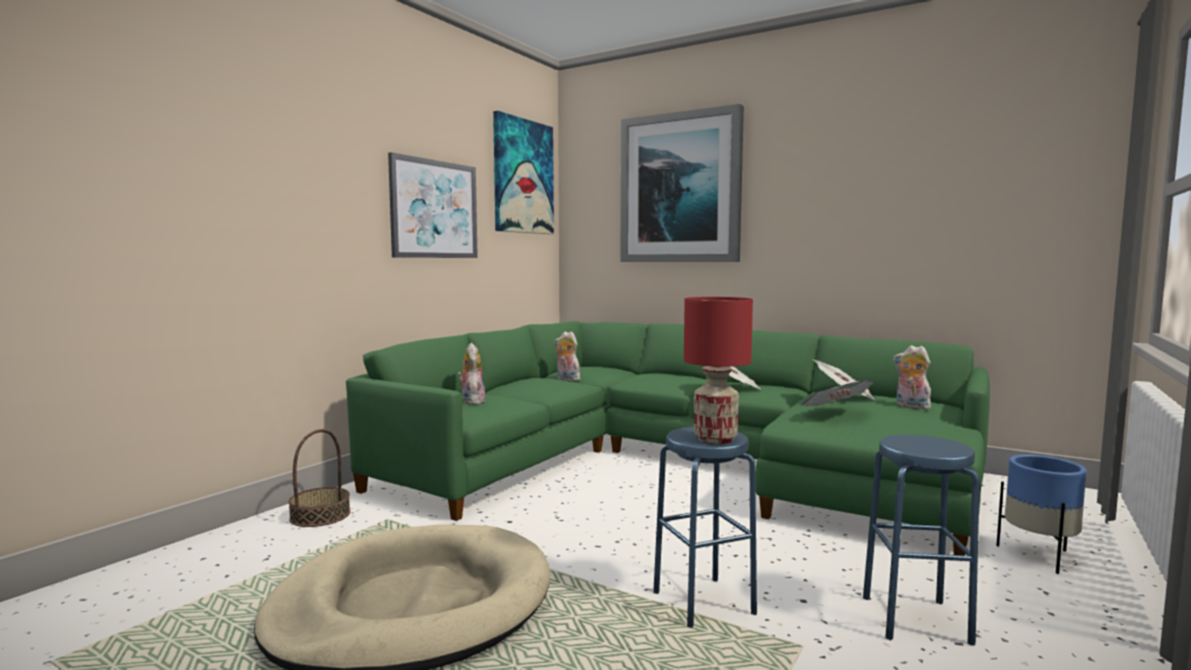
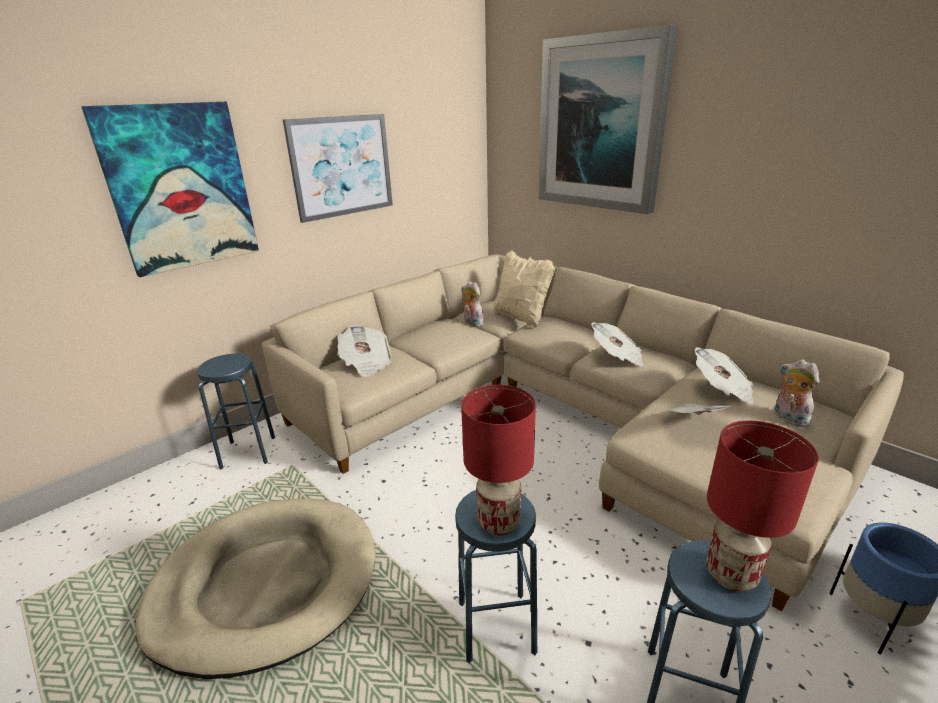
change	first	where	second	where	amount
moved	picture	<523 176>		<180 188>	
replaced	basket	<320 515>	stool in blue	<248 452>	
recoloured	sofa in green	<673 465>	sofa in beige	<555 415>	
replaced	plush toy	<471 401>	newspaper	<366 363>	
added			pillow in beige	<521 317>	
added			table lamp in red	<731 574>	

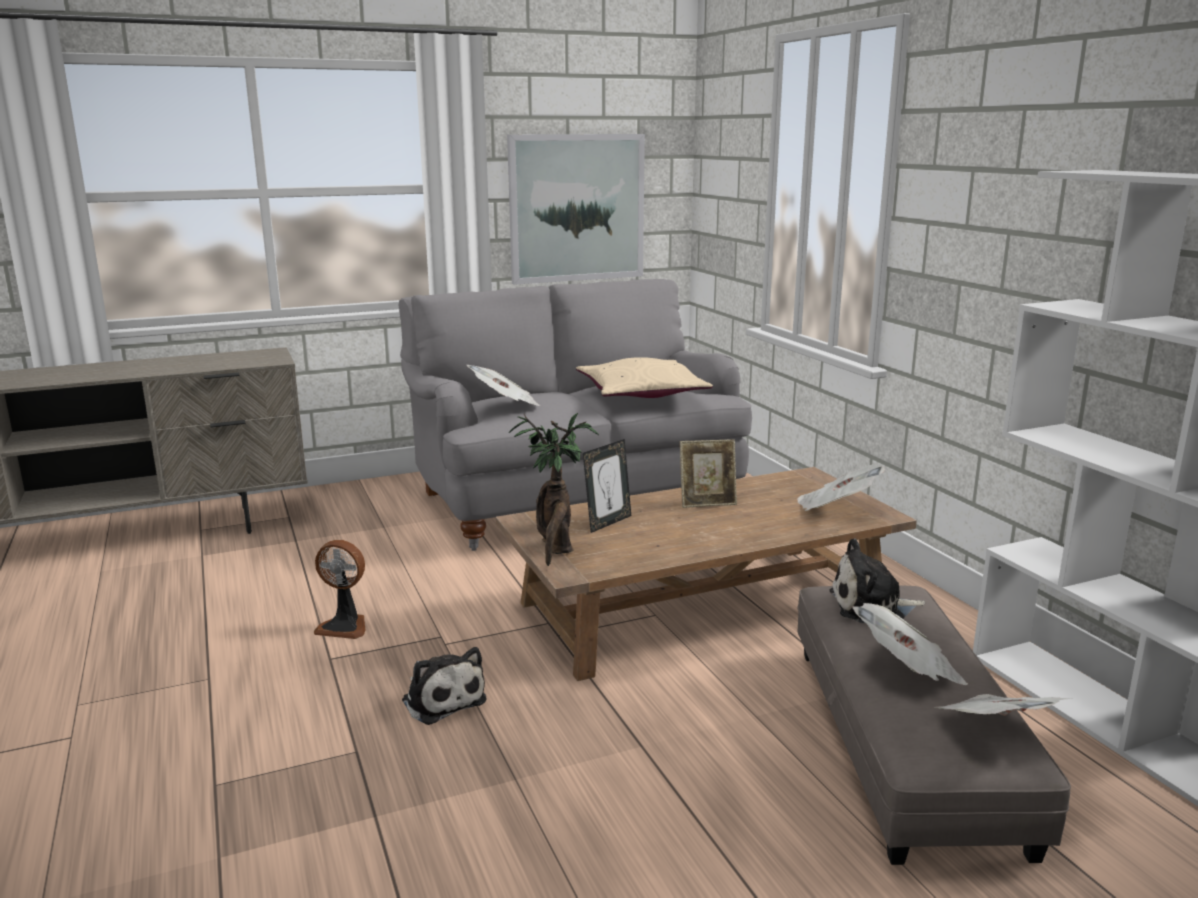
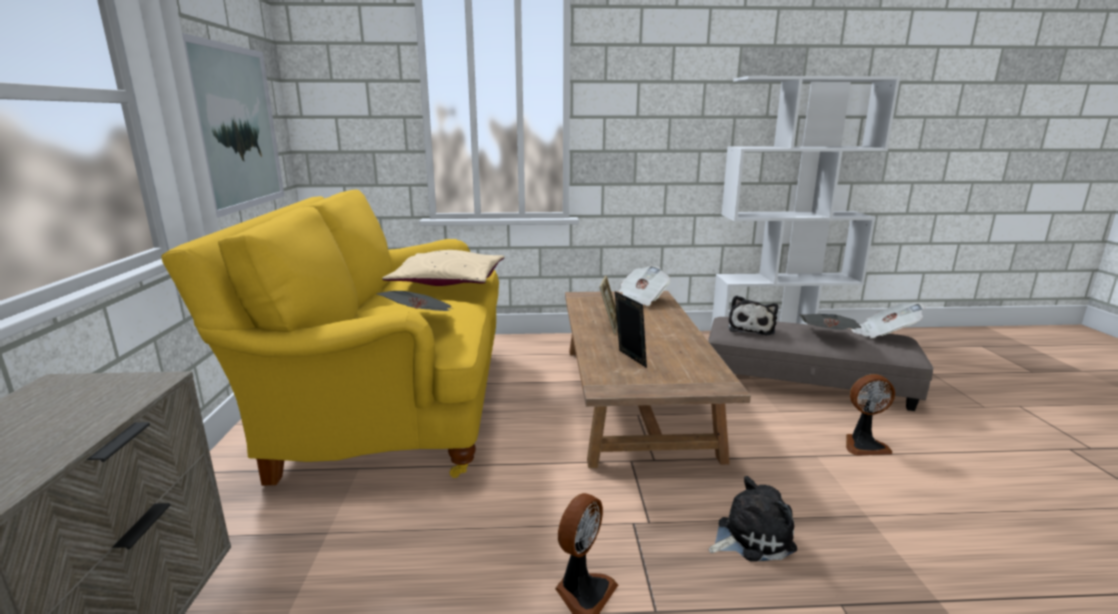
change	first	where	second	where	amount
recoloured	sofa in grey	<572 498>	sofa in yellow	<390 406>	
added			fan	<863 445>	
removed	potted plant	<555 550>			

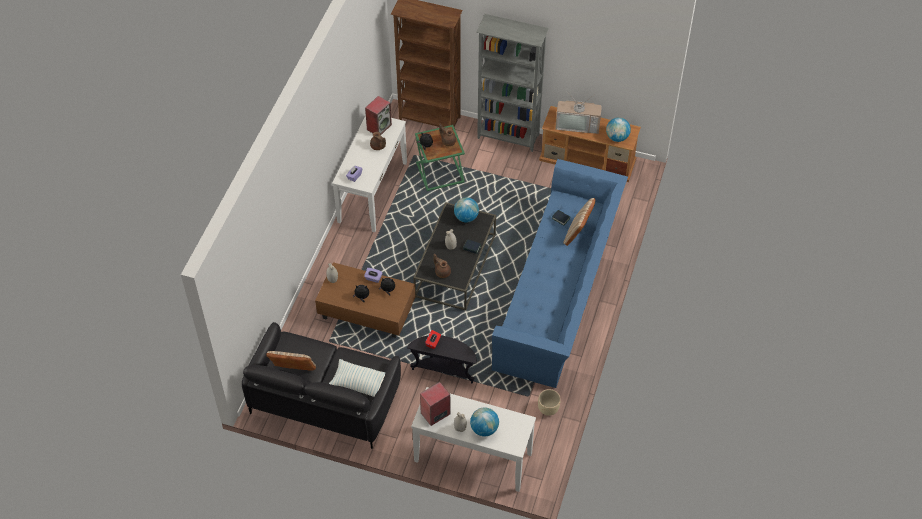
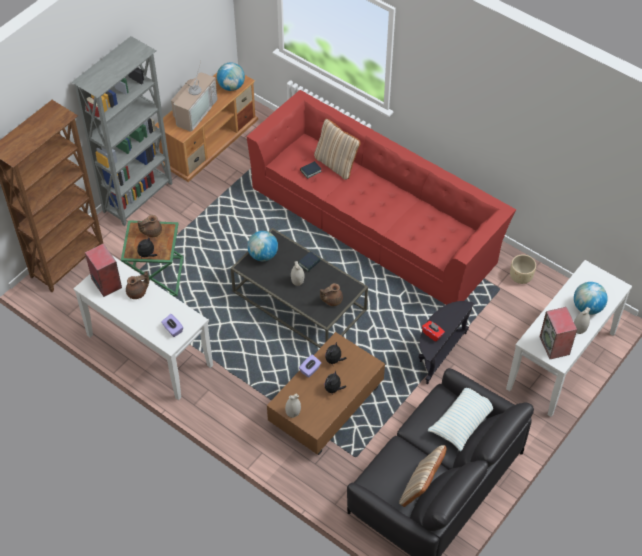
change	first	where	second	where	amount
recoloured	sofa in blue	<559 291>	sofa in red	<375 221>	

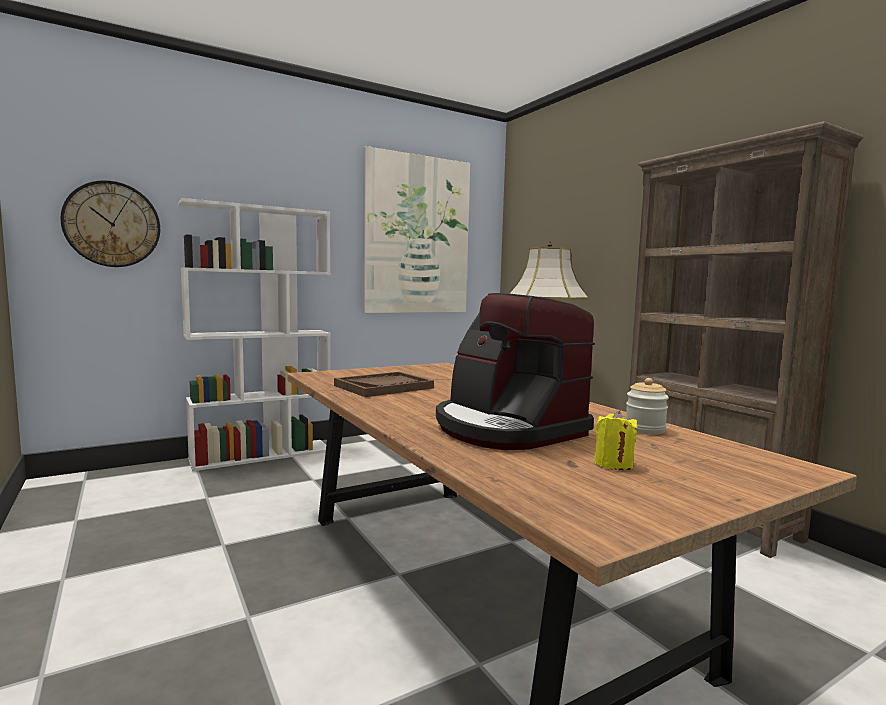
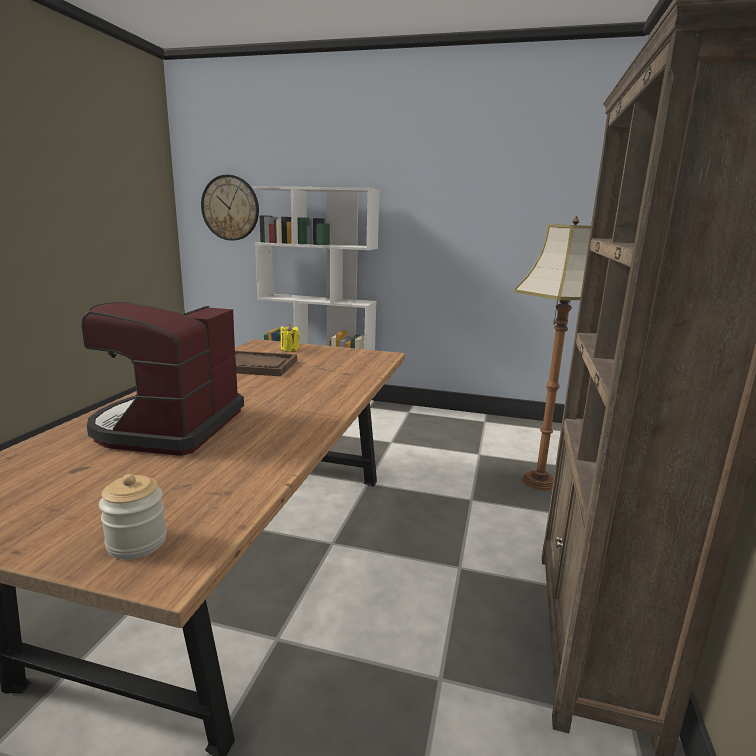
change	first	where	second	where	amount
moved	jar	<645 429>		<137 543>	
moved	candle in yellow	<613 464>		<289 349>	
removed	picture	<417 235>			

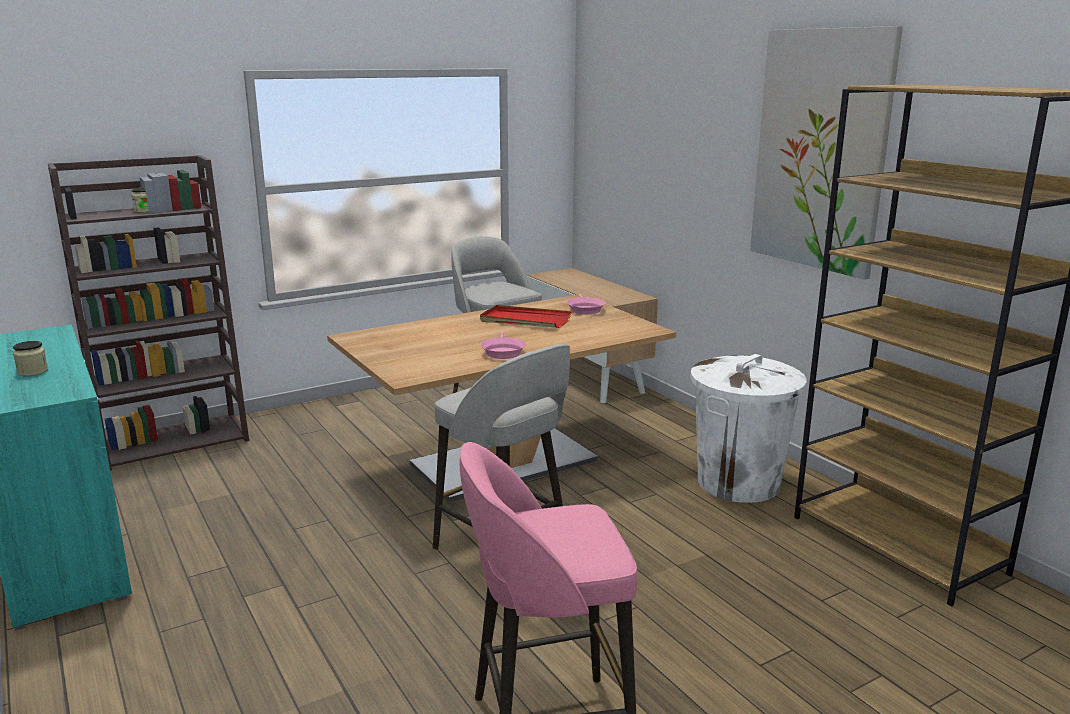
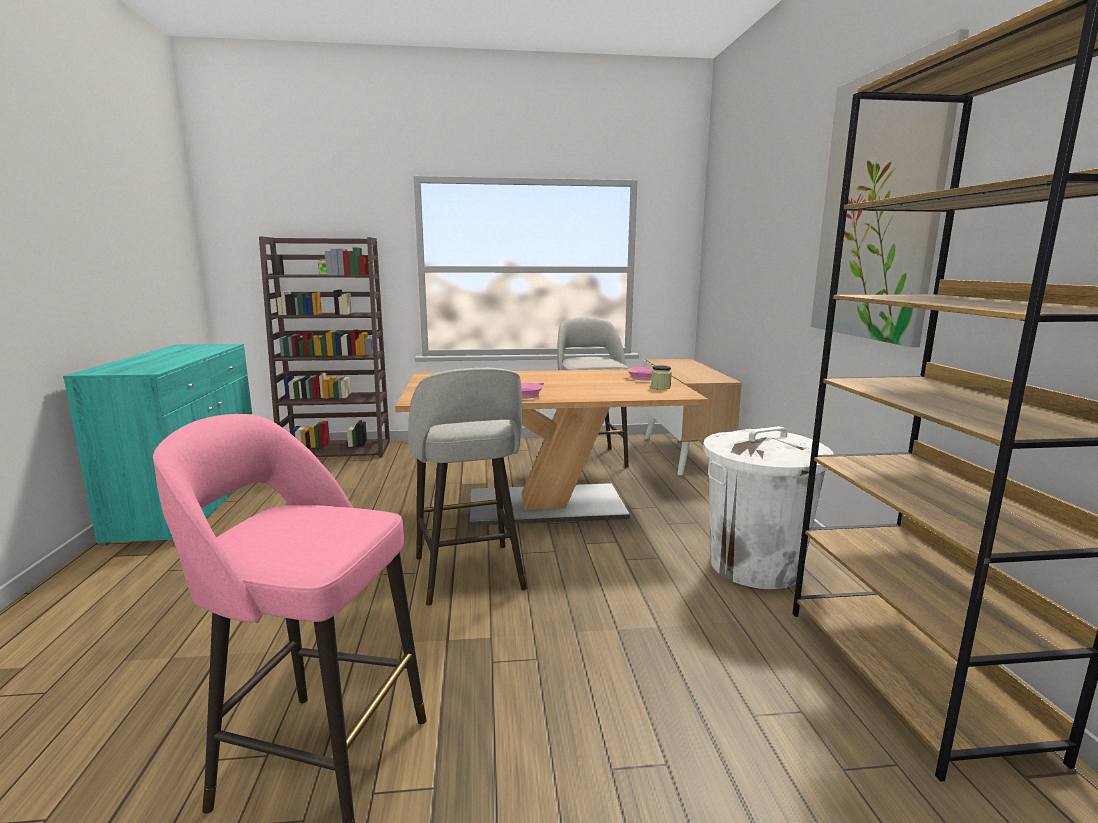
change	first	where	second	where	amount
moved	jar	<33 371>		<660 387>	
removed	tray in red	<525 320>			

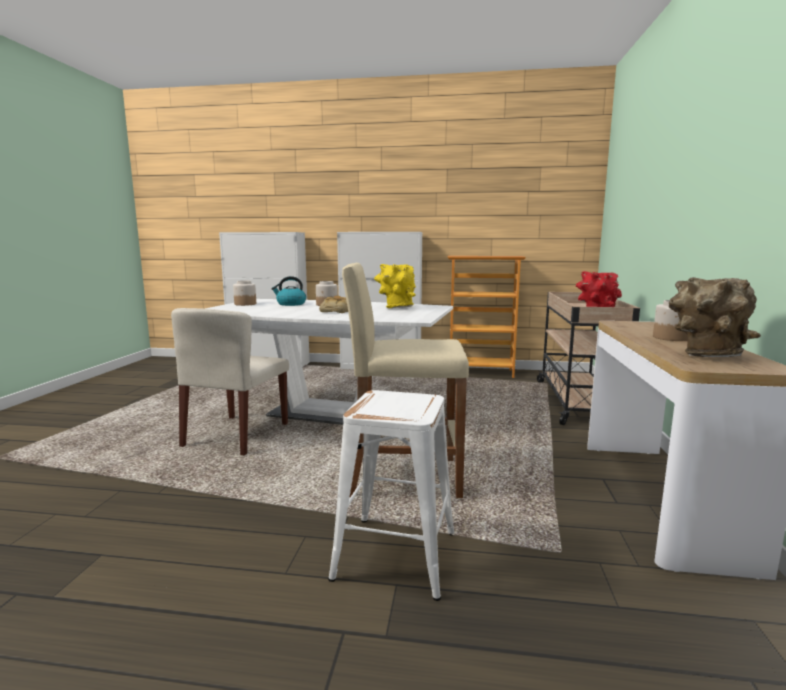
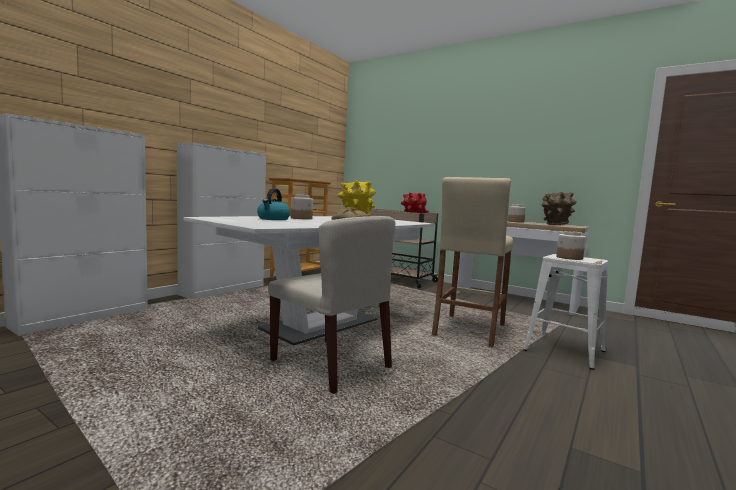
change	first	where	second	where	amount
moved	jar	<245 304>		<569 258>	

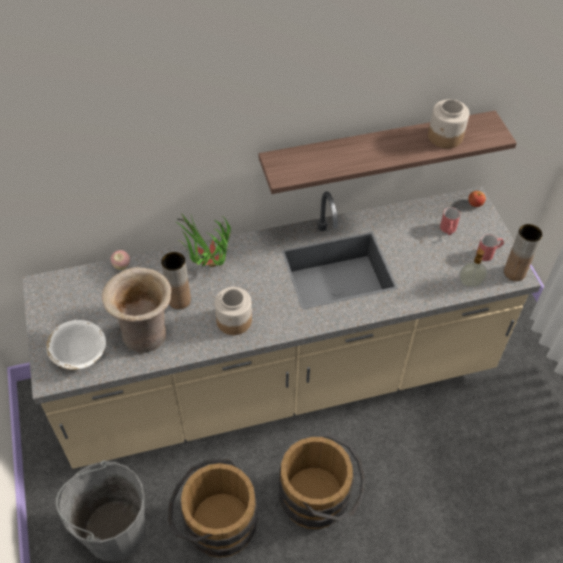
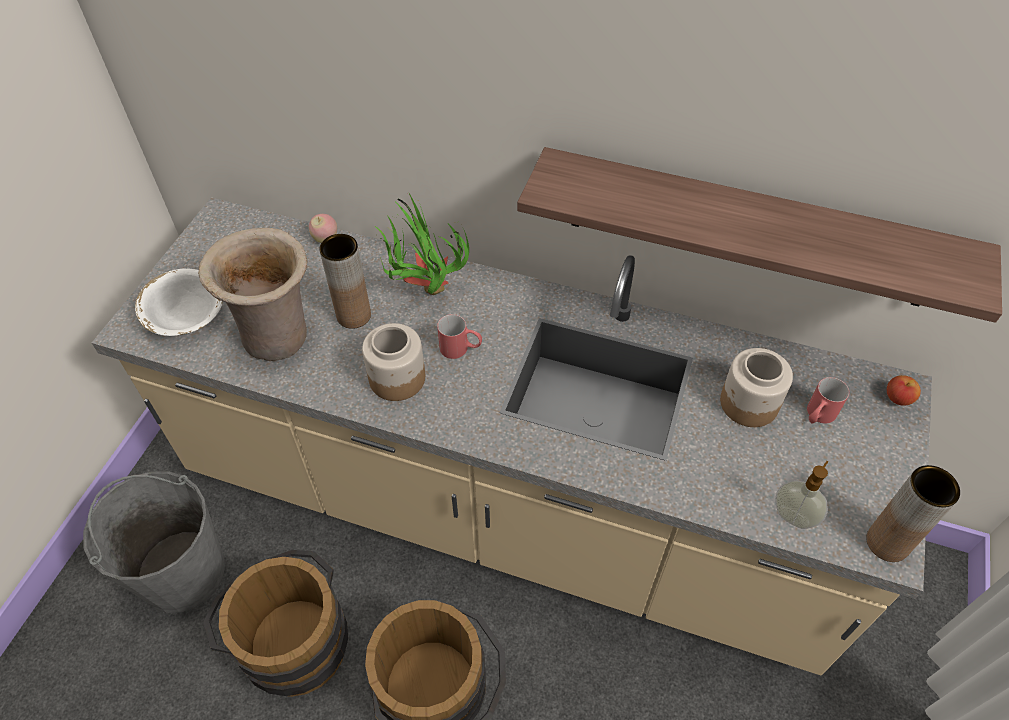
change	first	where	second	where	amount
moved	mug in red	<488 253>		<461 349>	
moved	jar	<445 137>		<748 404>	

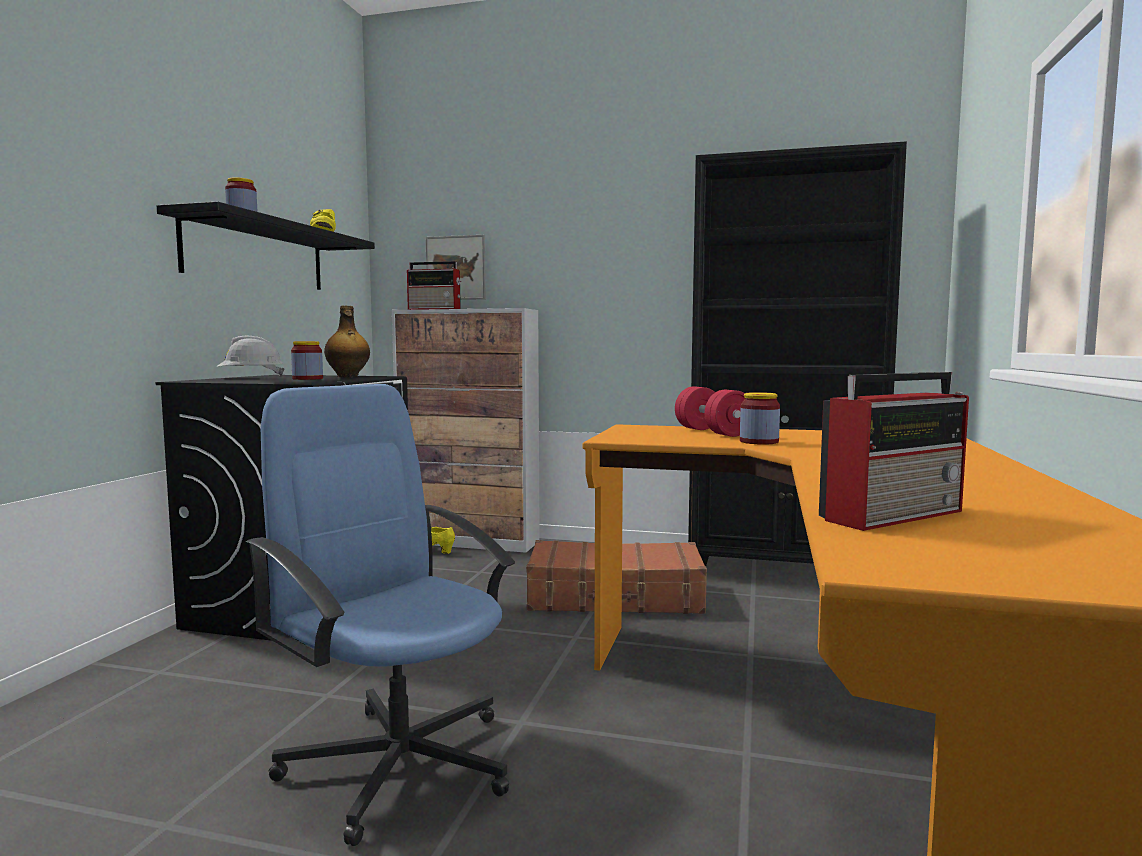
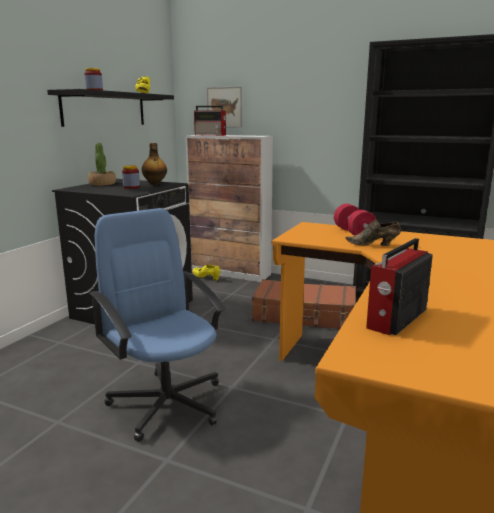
change	first	where	second	where	amount
replaced	hard hat in white	<251 377>	potted plant	<102 184>	
replaced	jar	<759 442>	shoe in brown	<374 245>	
turned	radio	<895 515>		<395 319>	150 degrees clockwise

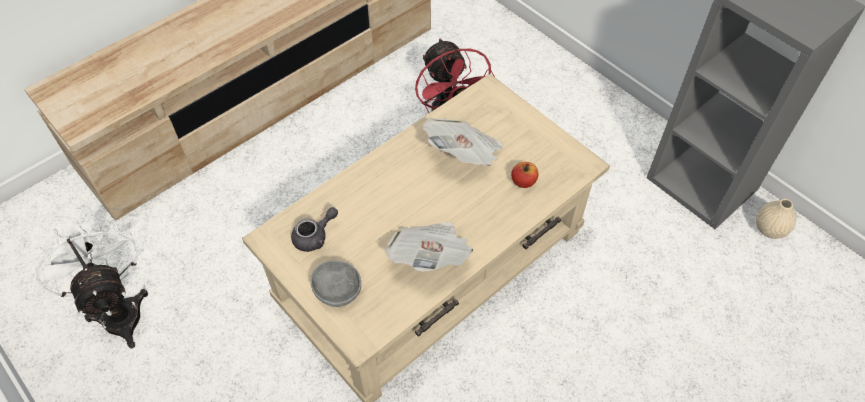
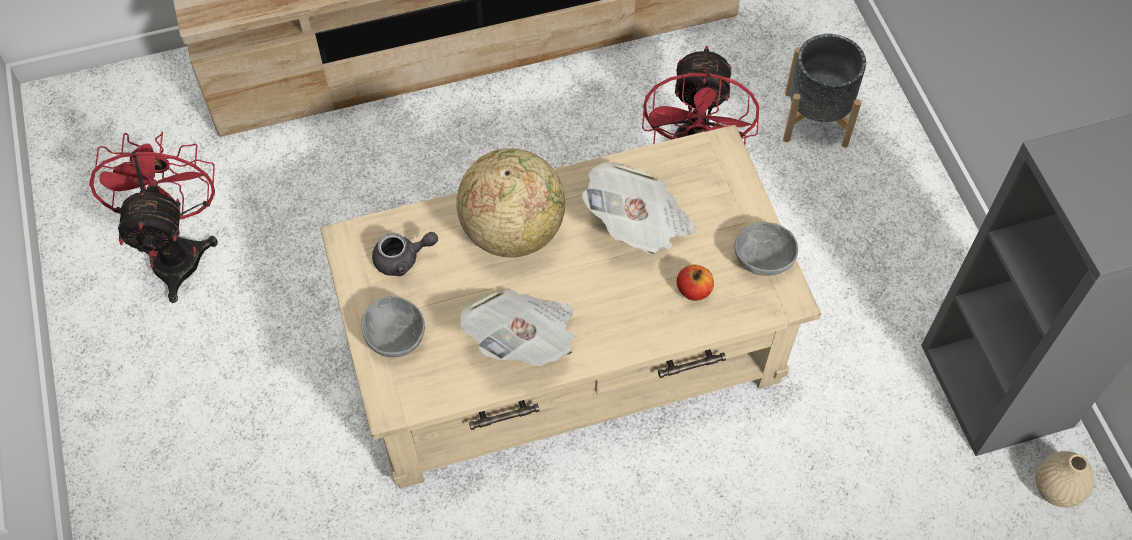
change	first	where	second	where	amount
recoloured	fan in white	<119 310>	fan in red	<177 250>	
added			globe	<512 231>	
added			bowl in grey	<762 258>	
added			planter in grey	<815 118>	

